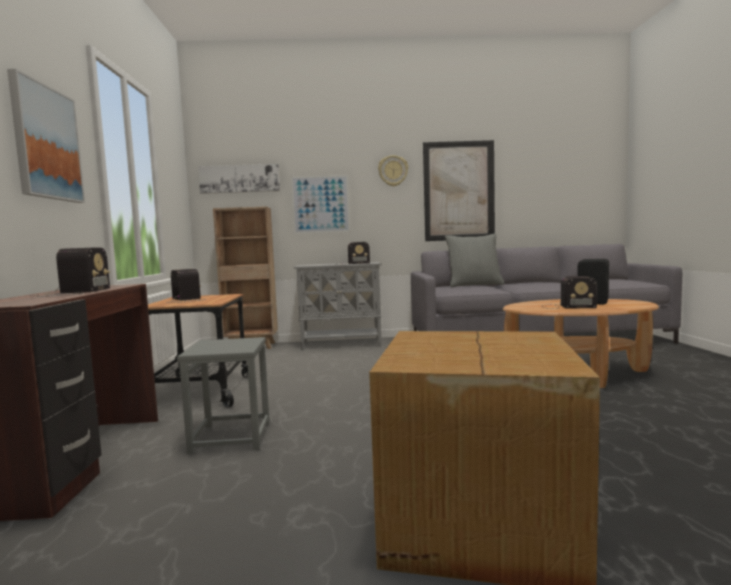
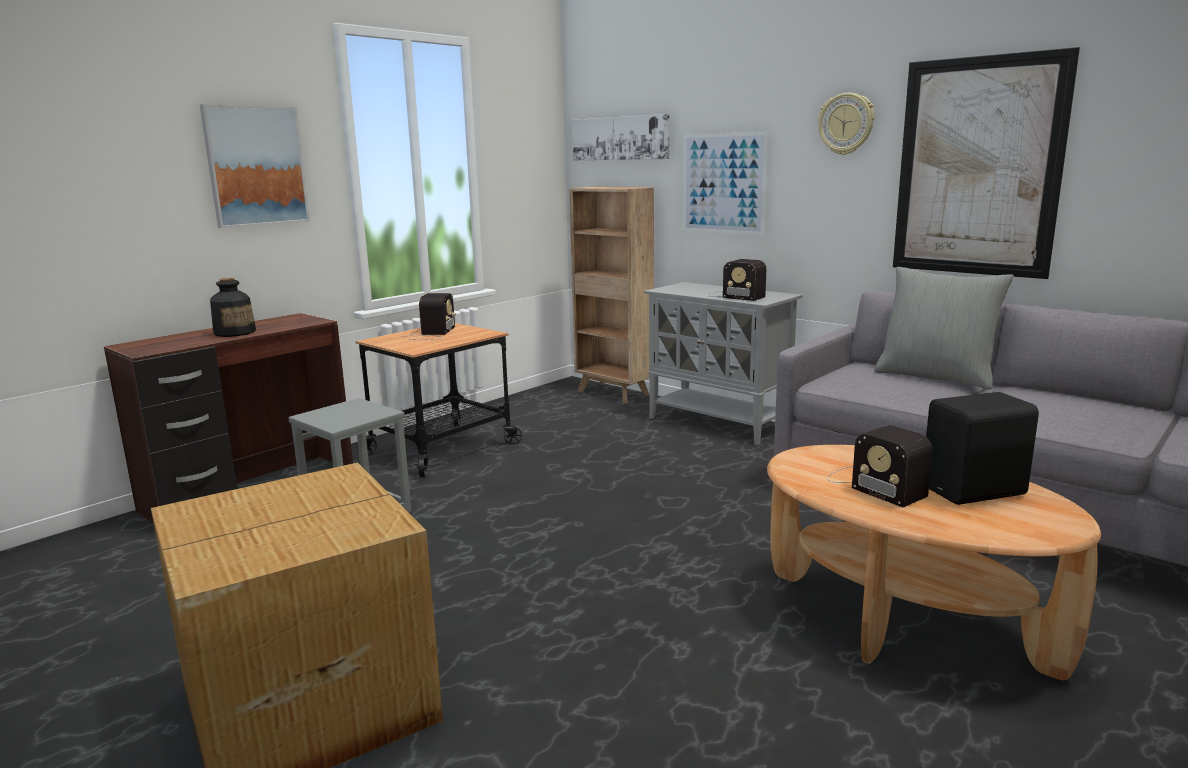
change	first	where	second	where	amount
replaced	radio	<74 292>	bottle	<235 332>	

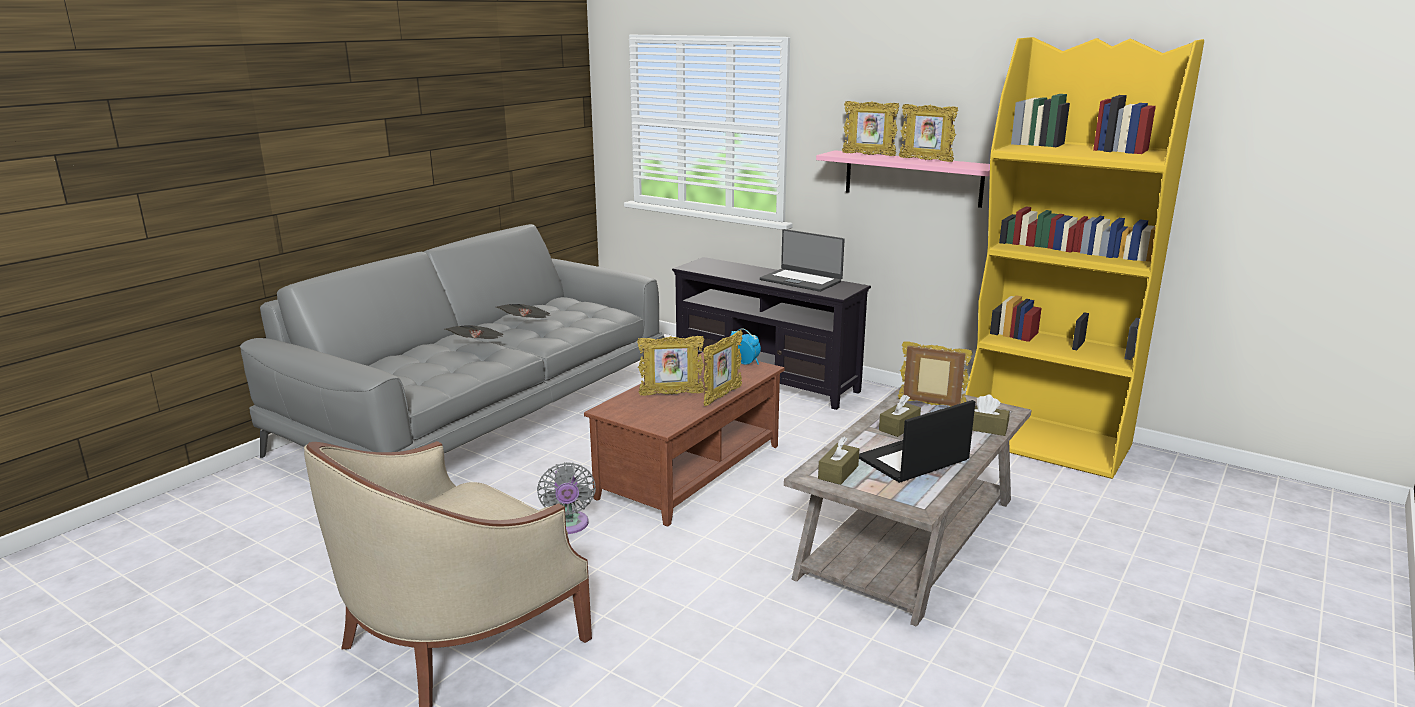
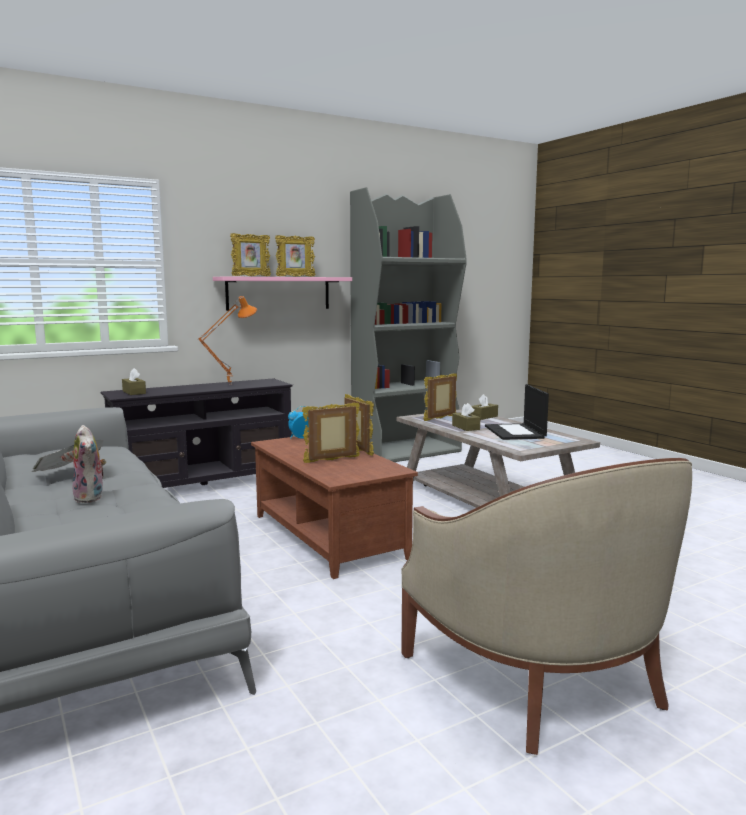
change	first	where	second	where	amount
replaced	newspaper	<478 347>	plush toy	<91 497>	
moved	tissue box in brown	<838 472>		<134 392>	
replaced	laptop	<801 280>	table lamp in orange	<229 384>	
turned	picture frame	<671 394>		<332 460>	135 degrees counterclockwise
recoloured	bookcase in yellow	<1047 443>	bookcase in grey	<406 451>	
removed	fan in grey	<568 526>			

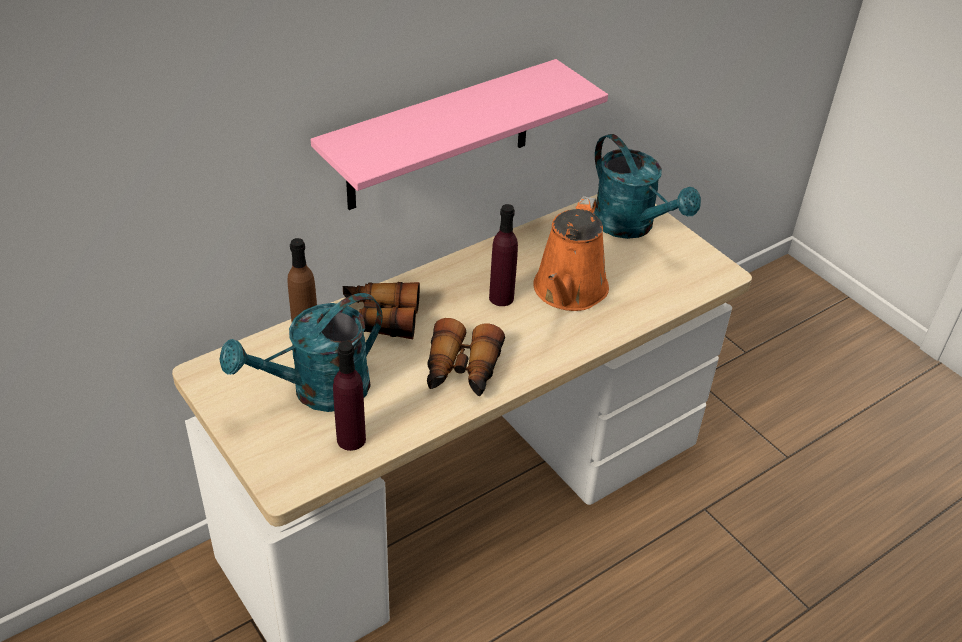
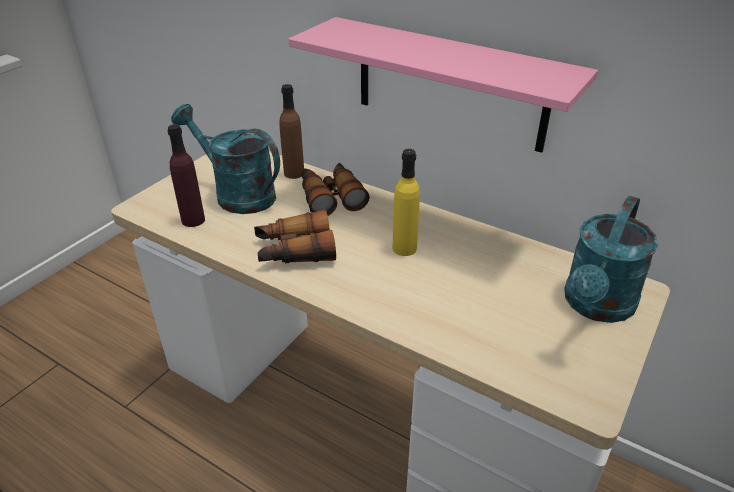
change	first	where	second	where	amount
recoloured	bottle in purple	<501 298>	bottle in yellow	<404 248>	
removed	watering can in orange	<568 292>			

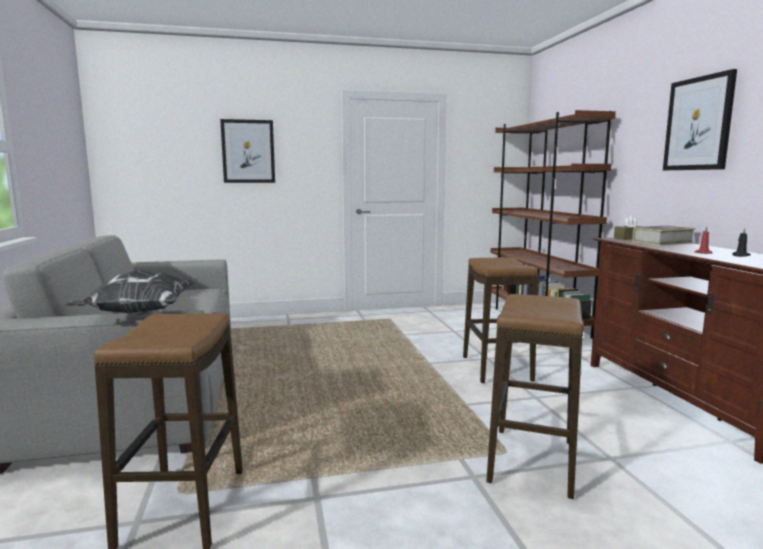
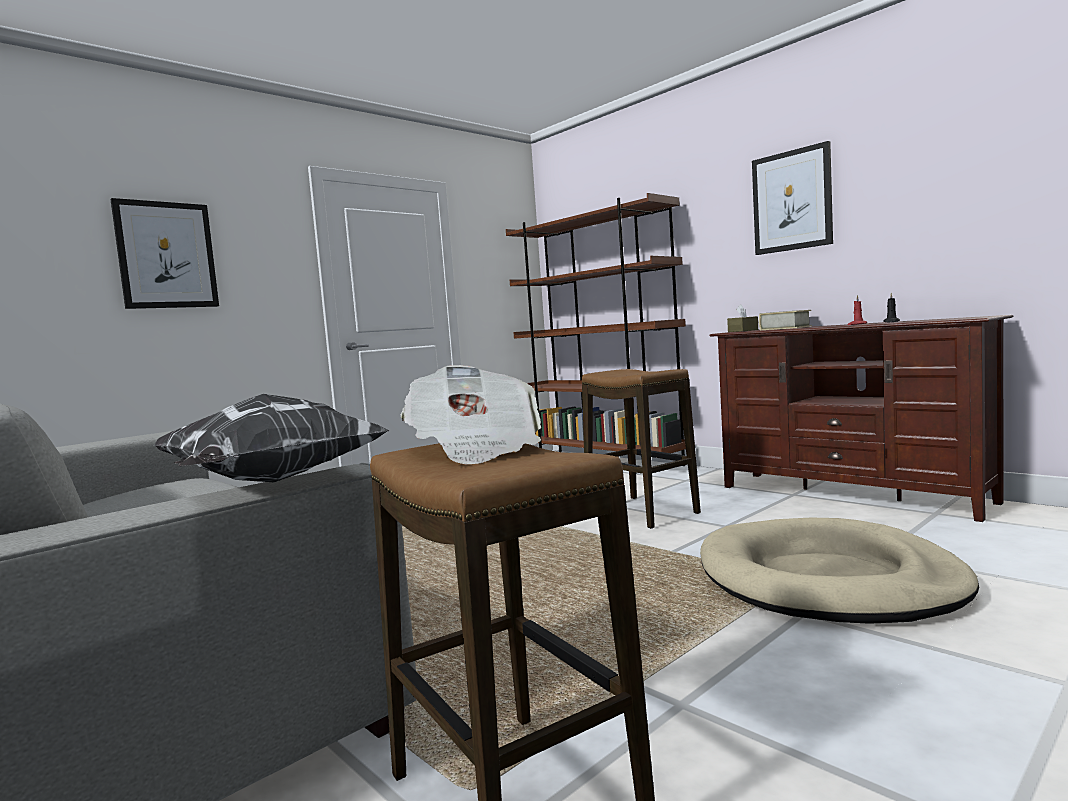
change	first	where	second	where	amount
added			newspaper	<475 450>	
replaced	stool	<532 461>	dog bed in beige	<828 580>	

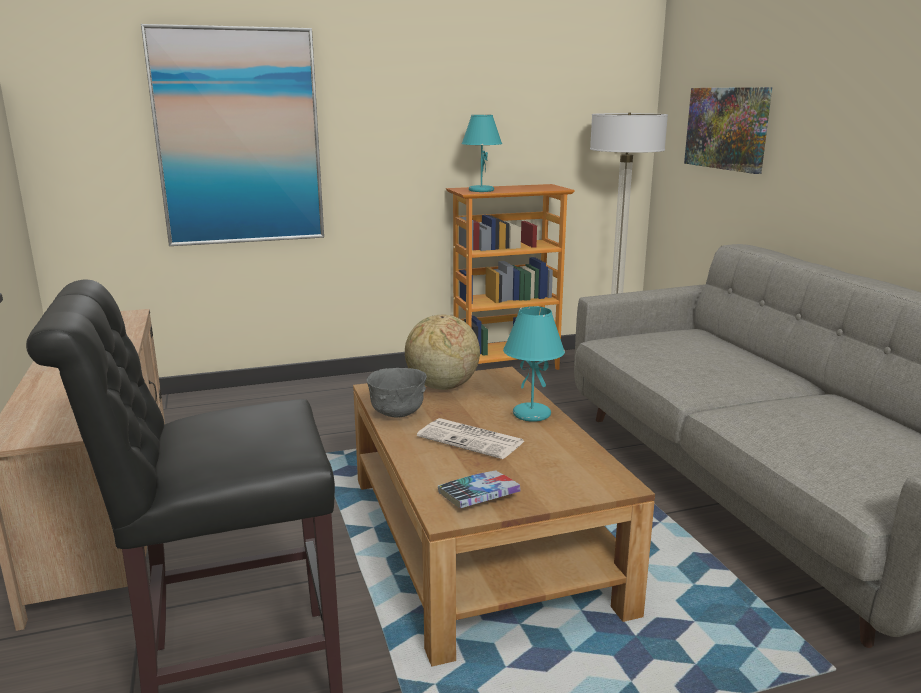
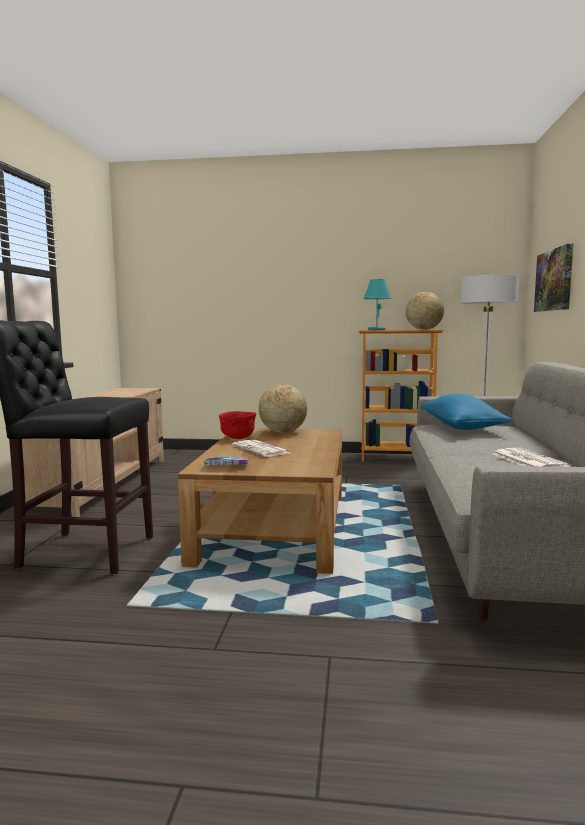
change	first	where	second	where	amount
recoloured	bowl in grey	<397 414>	bowl in red	<238 438>	
added			globe	<424 329>	
added			pillow in blue	<461 427>	
added			newspaper	<527 460>	
removed	picture	<239 138>			
removed	table lamp in turquoise	<531 414>			

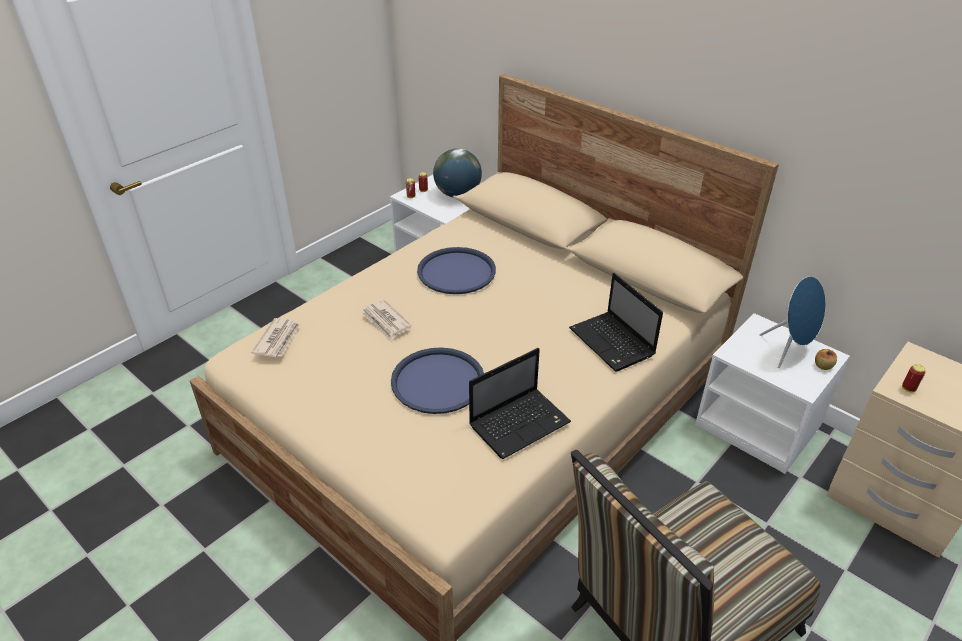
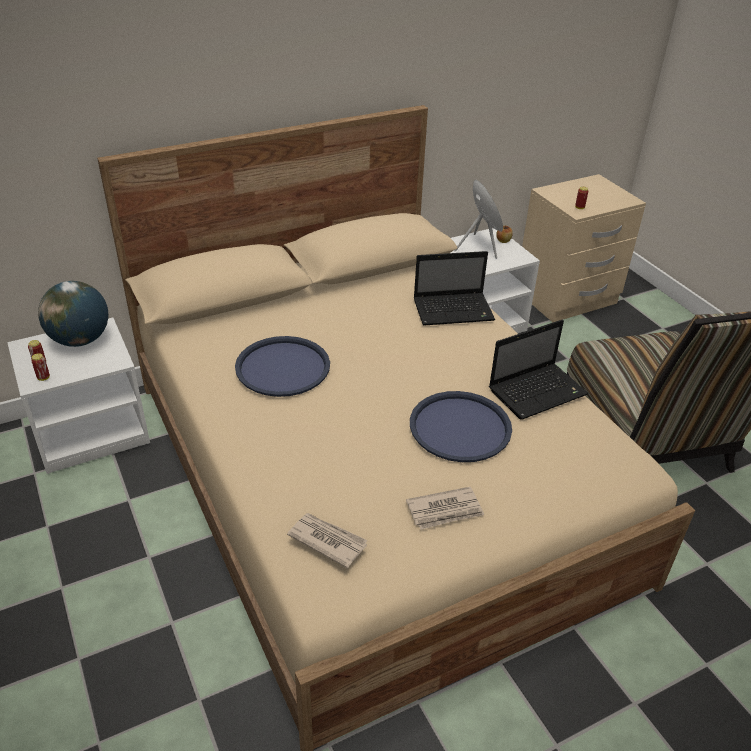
change	first	where	second	where	amount
moved	newspaper	<386 321>		<445 510>	
turned	laptop	<521 423>		<538 391>	75 degrees clockwise

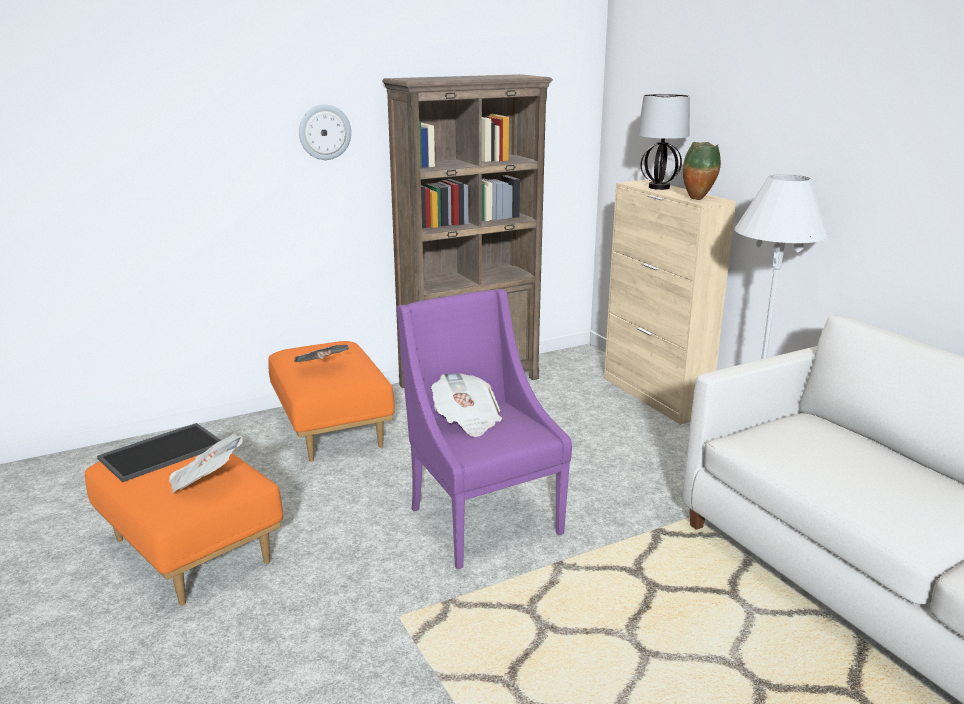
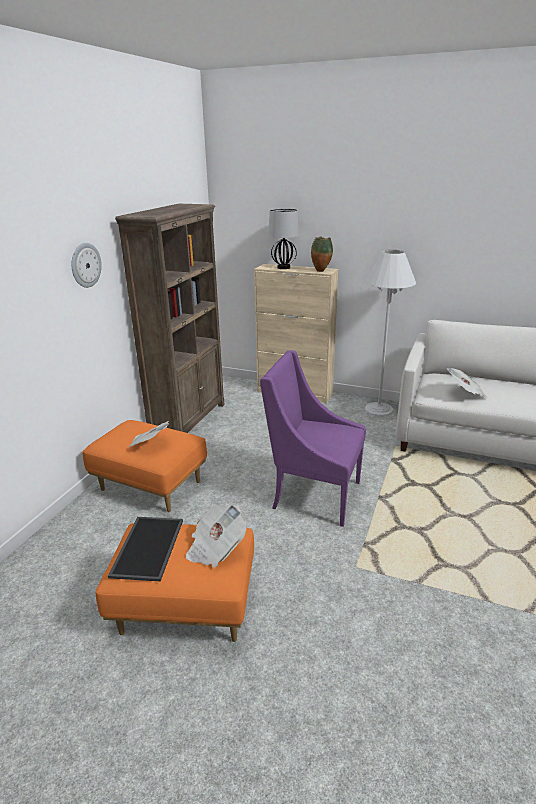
change	first	where	second	where	amount
moved	newspaper	<466 421>		<465 392>	

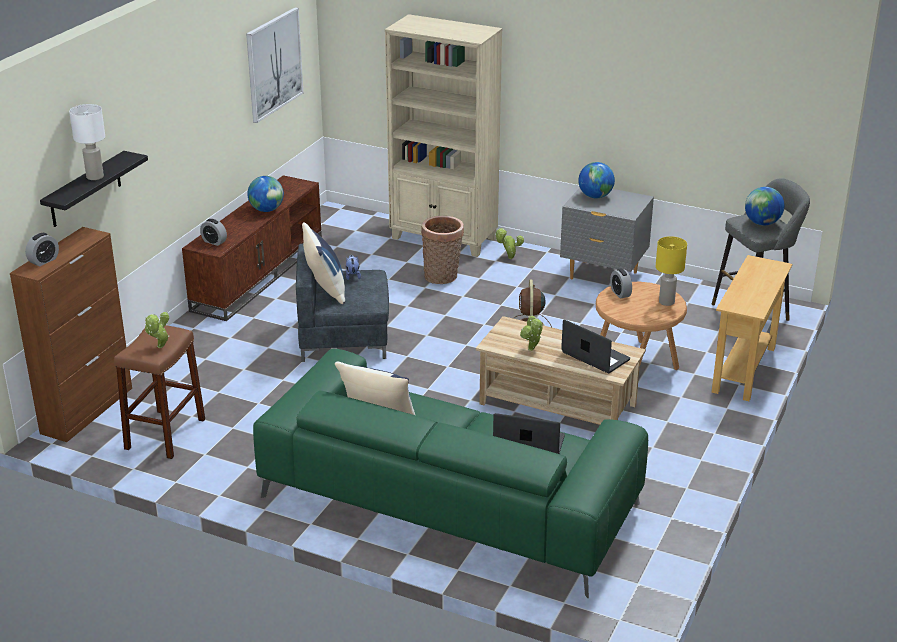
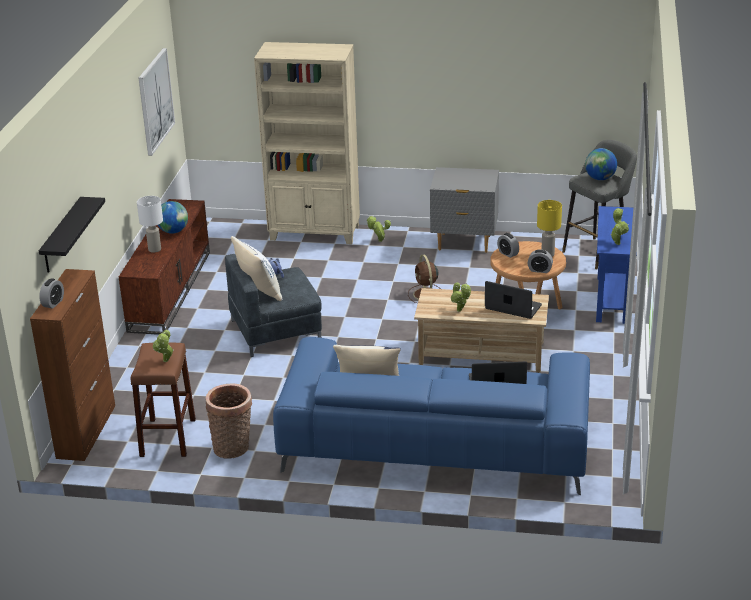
change	first	where	second	where	amount
moved	table lamp in white	<94 177>		<154 249>	
moved	basket	<442 277>		<233 448>	
recoloured	pillow in blue	<324 290>	pillow in white	<258 291>	
recoloured	sofa in green	<449 501>	sofa in blue	<435 444>	
moved	alarm clock	<214 242>		<539 270>	
recoloured	console table in beige	<744 369>	console table in blue	<612 300>	
added			potted plant	<617 243>	
removed	globe	<595 196>			

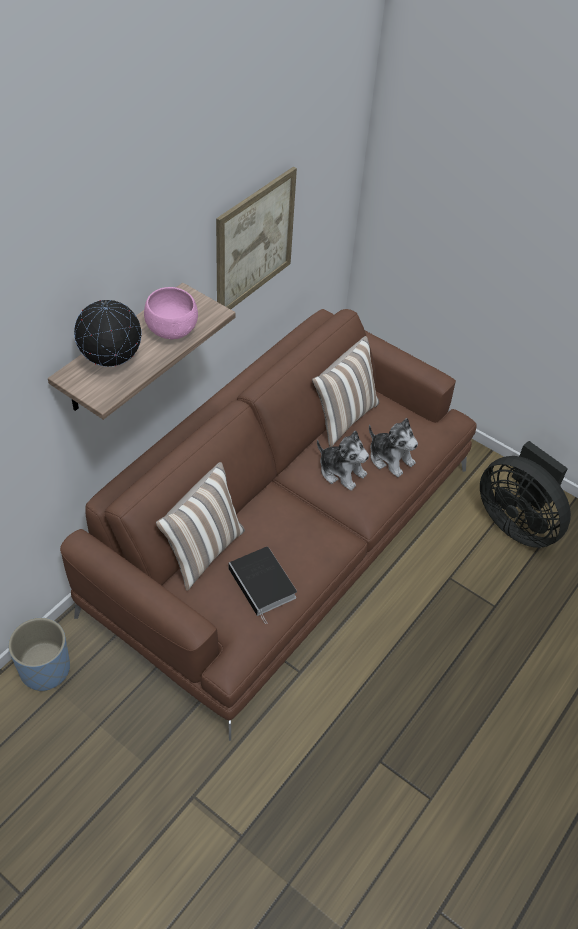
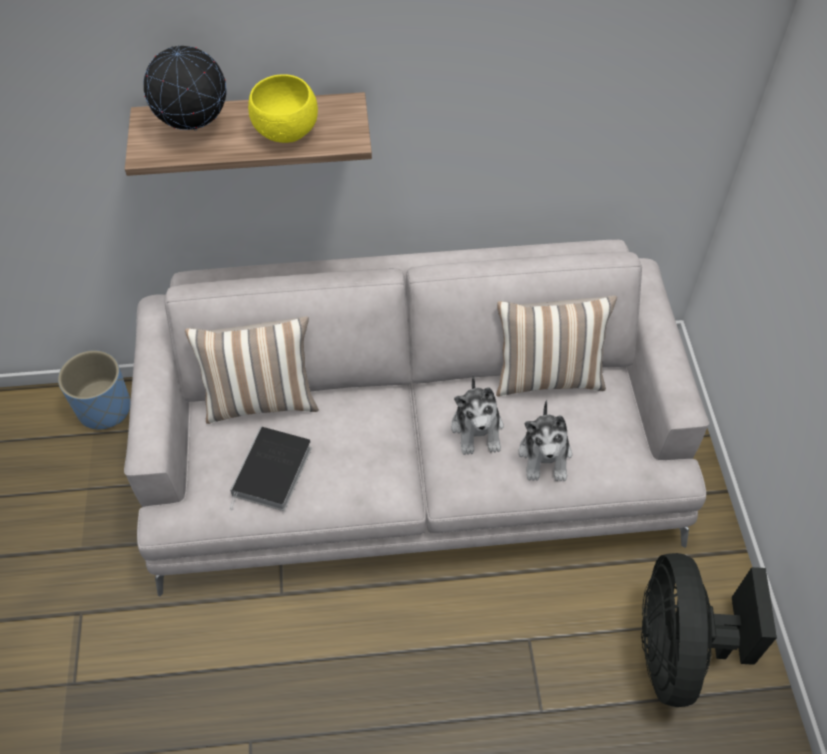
change	first	where	second	where	amount
recoloured	sofa in brown	<283 537>	sofa in grey	<414 459>	
recoloured	bowl in pink	<173 331>	bowl in yellow	<288 133>	
removed	picture	<254 242>			

